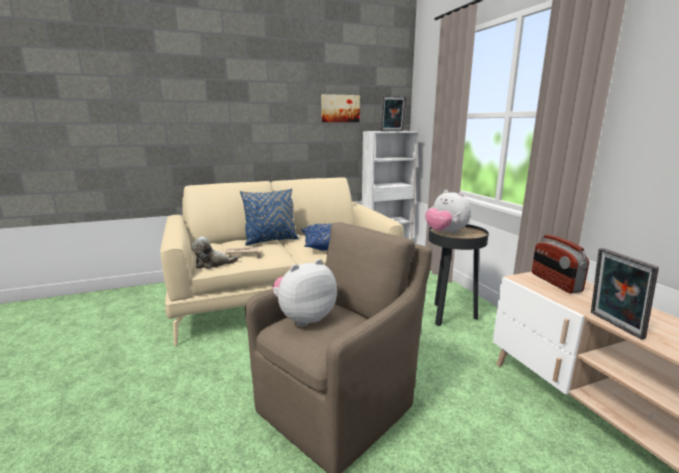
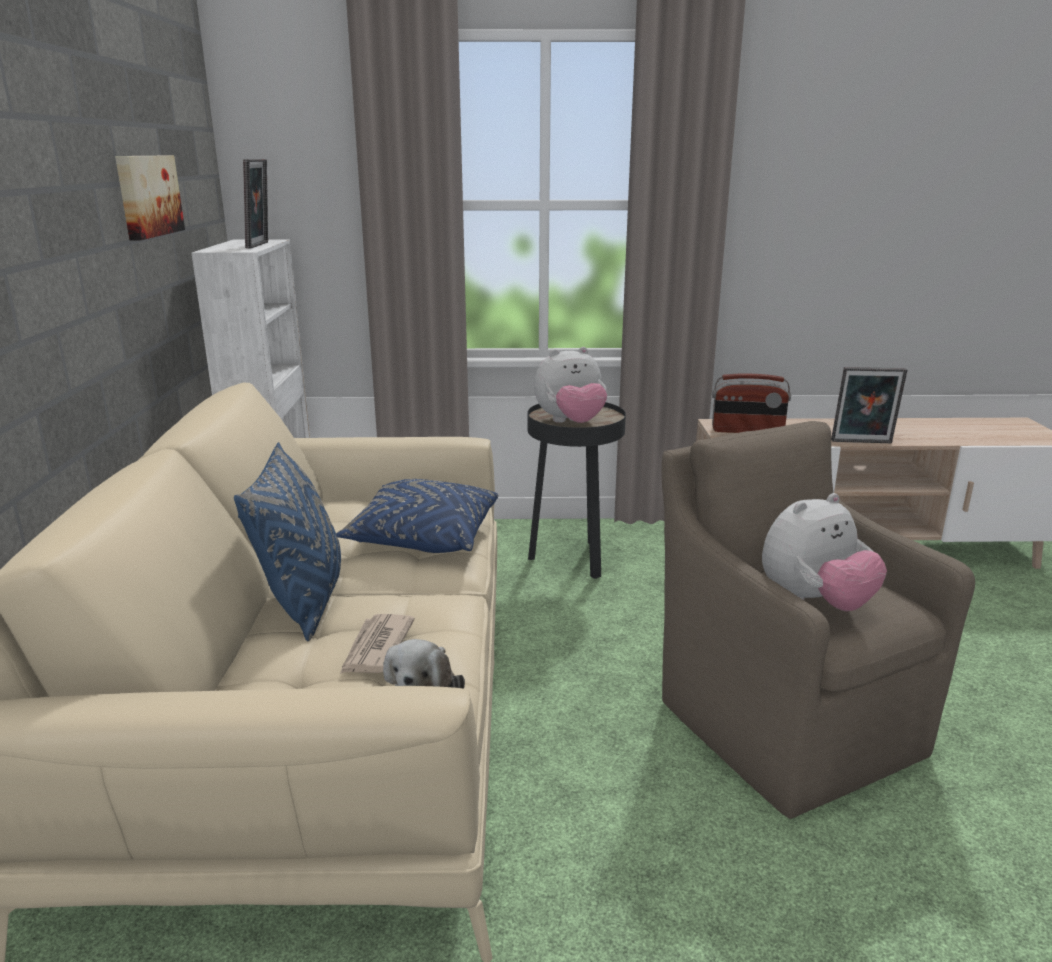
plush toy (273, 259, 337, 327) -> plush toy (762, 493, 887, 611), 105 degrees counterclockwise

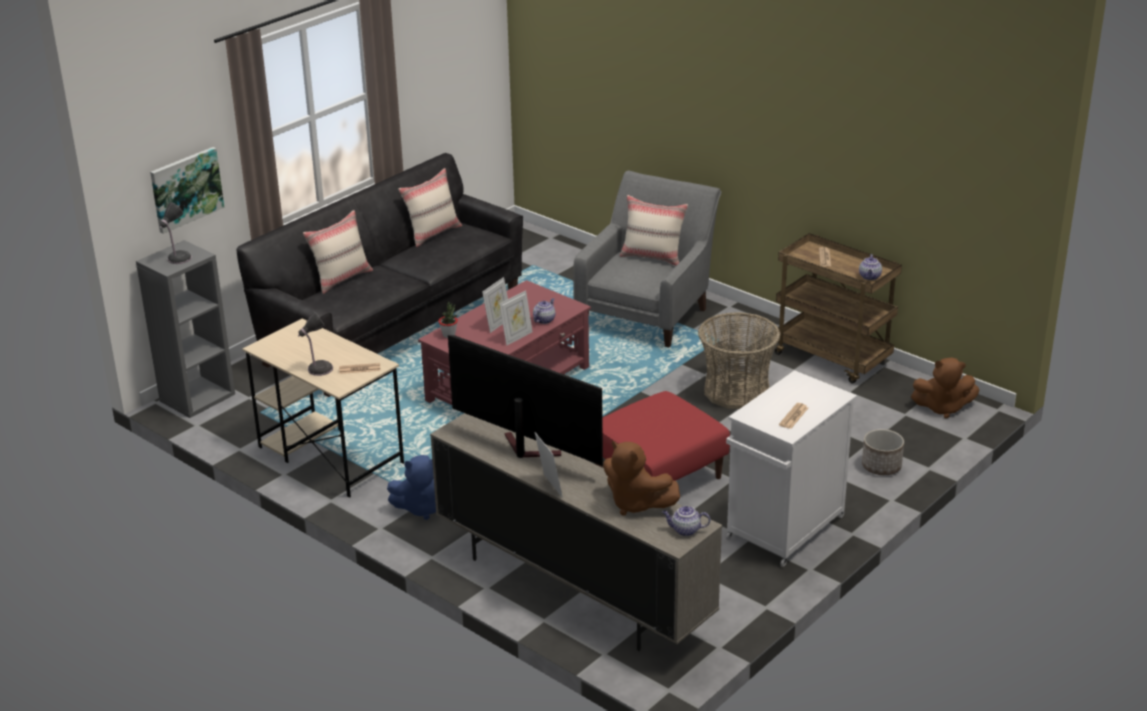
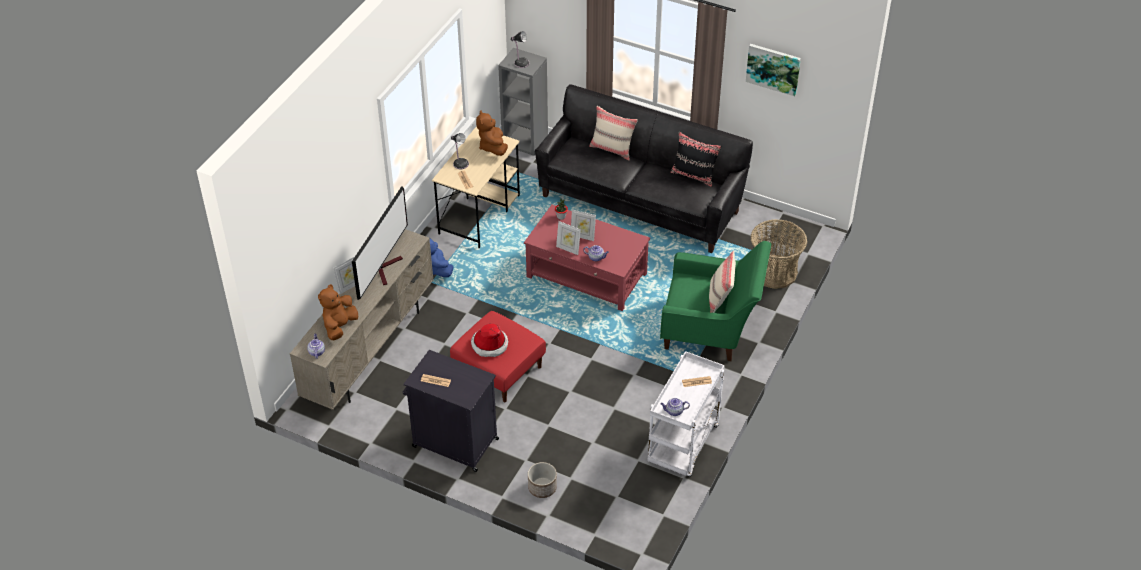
picture (150, 147, 224, 234) -> picture (746, 44, 801, 96), moved
pillow in beige (398, 168, 462, 247) -> pillow in black (671, 131, 722, 187)
armchair in grey (573, 171, 721, 348) -> armchair in green (660, 241, 771, 361)
basket (698, 312, 781, 409) -> basket (750, 219, 807, 289), moved
cabinet in white (726, 370, 857, 567) -> cabinet in black (403, 350, 499, 472)
cart in brown (775, 233, 902, 384) -> cart in white (648, 351, 725, 477)
plush toy in brown (911, 358, 979, 418) -> plush toy in brown (476, 110, 508, 156), moved
none -> hat (471, 324, 508, 357)

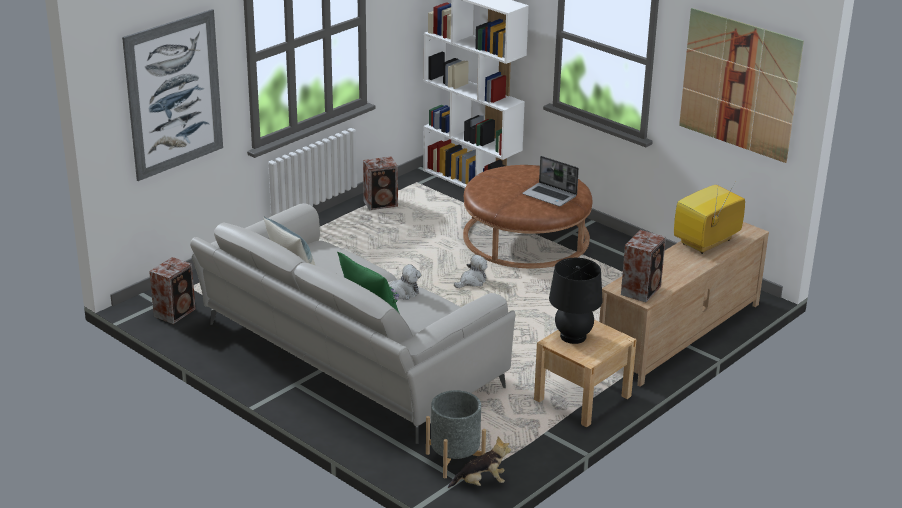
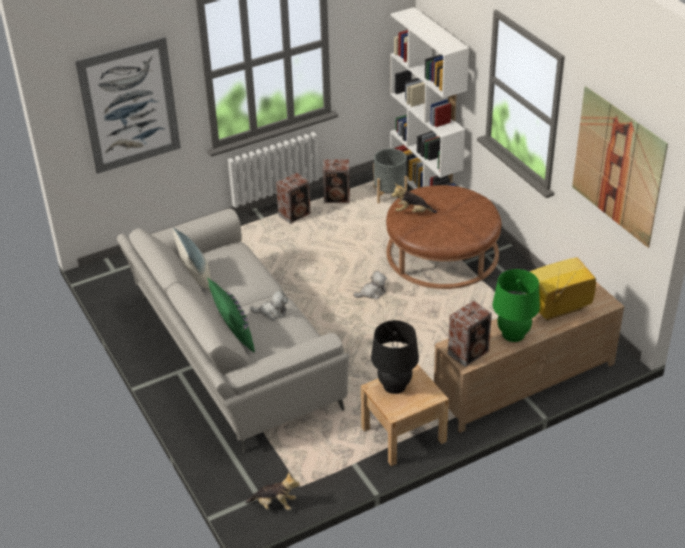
speaker (149, 257, 196, 324) -> speaker (276, 173, 311, 224), moved
planter in grey (426, 390, 486, 478) -> planter in grey (374, 149, 407, 204), moved
laptop (522, 156, 579, 207) -> none
none -> plush toy (391, 184, 437, 213)
none -> table lamp in green (493, 269, 540, 342)

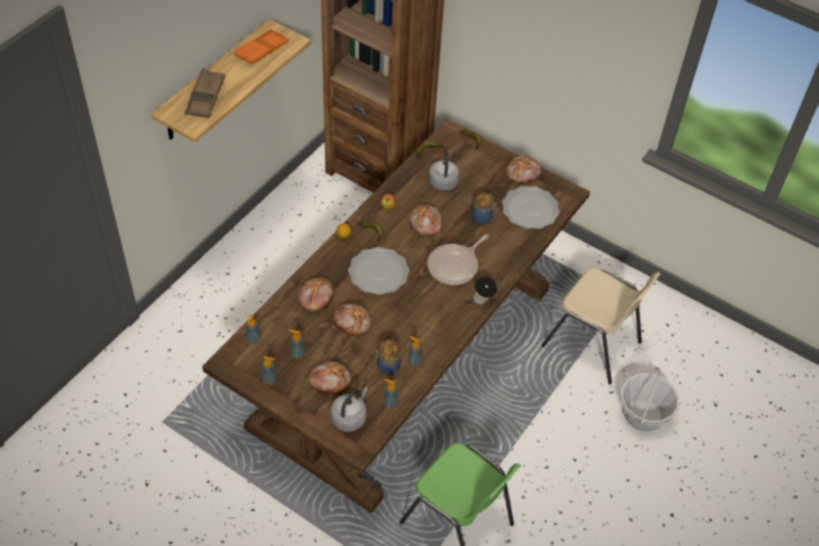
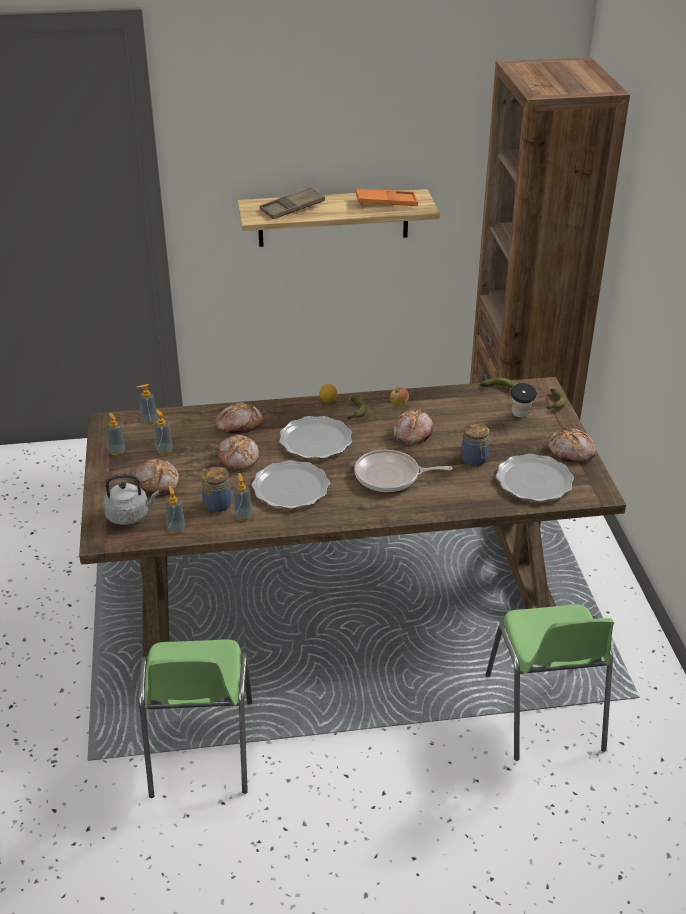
kettle in grey (428, 151, 460, 191) -> none
cup (473, 277, 497, 304) -> cup (511, 383, 537, 418), moved
chair in beige (541, 268, 661, 385) -> chair in green (485, 605, 614, 761)
basket (620, 370, 679, 431) -> none
none -> plate (251, 460, 330, 509)

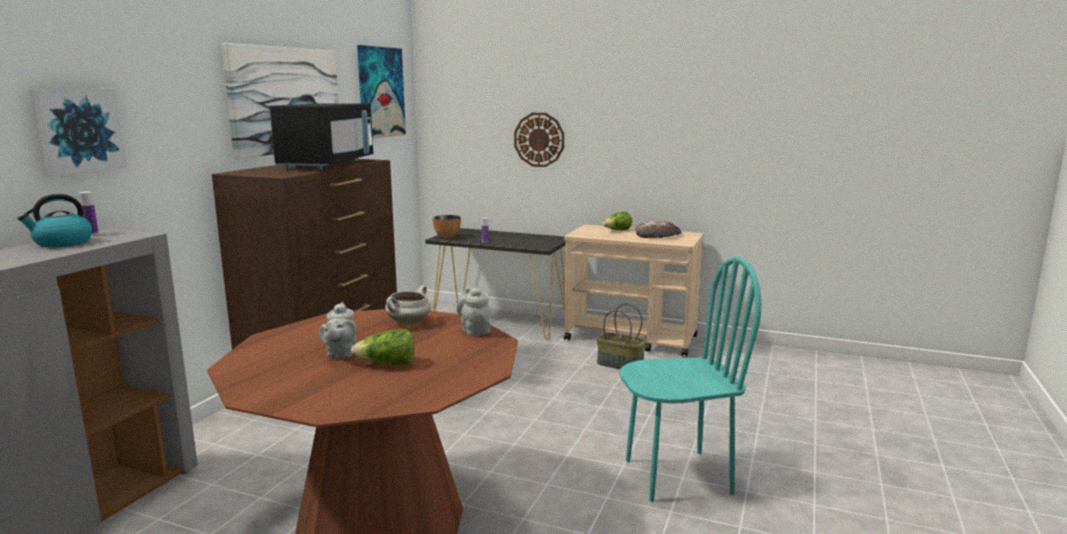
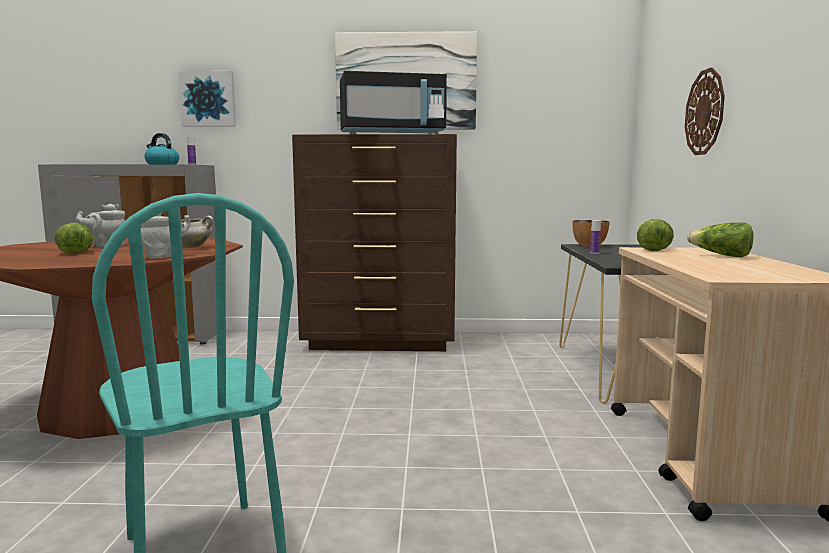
picture (357, 45, 406, 139) -> none
basket (597, 303, 646, 370) -> none
bread (636, 221, 681, 238) -> none
none -> lettuce (637, 219, 674, 251)

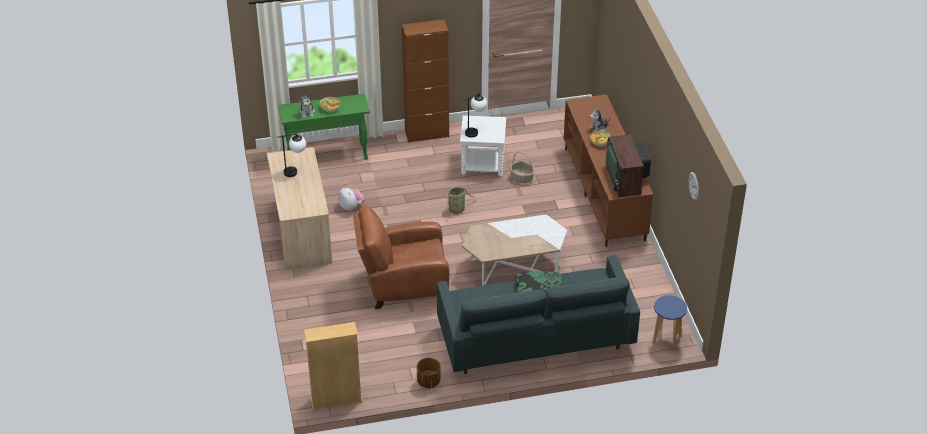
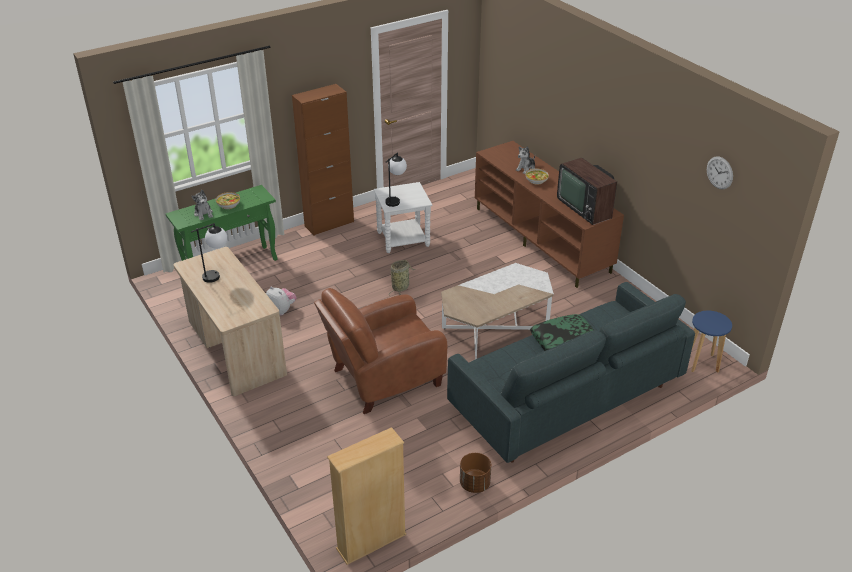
basket (510, 152, 534, 183) -> none

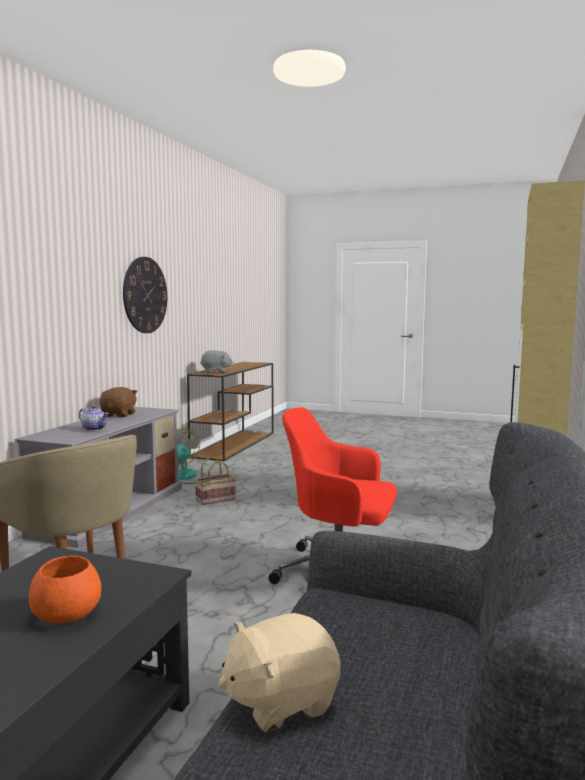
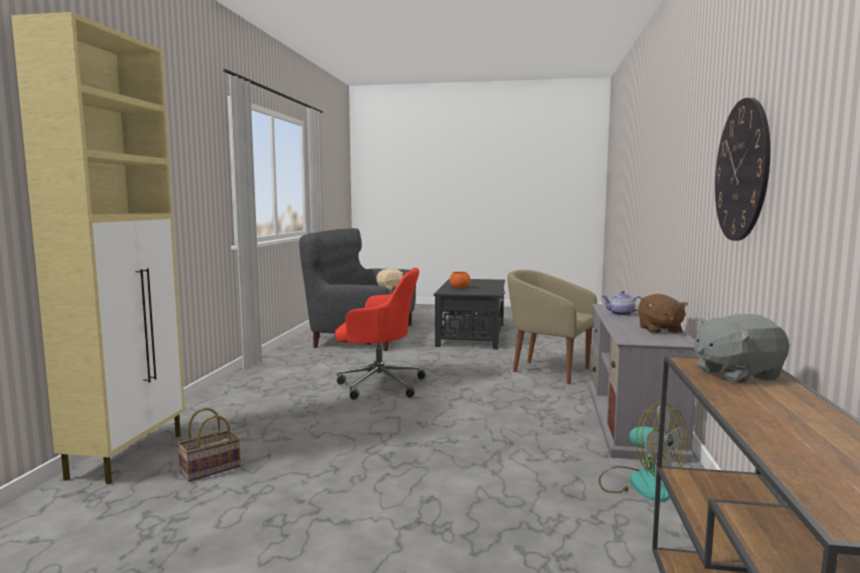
basket (195, 457, 236, 505) -> basket (177, 408, 241, 482), moved

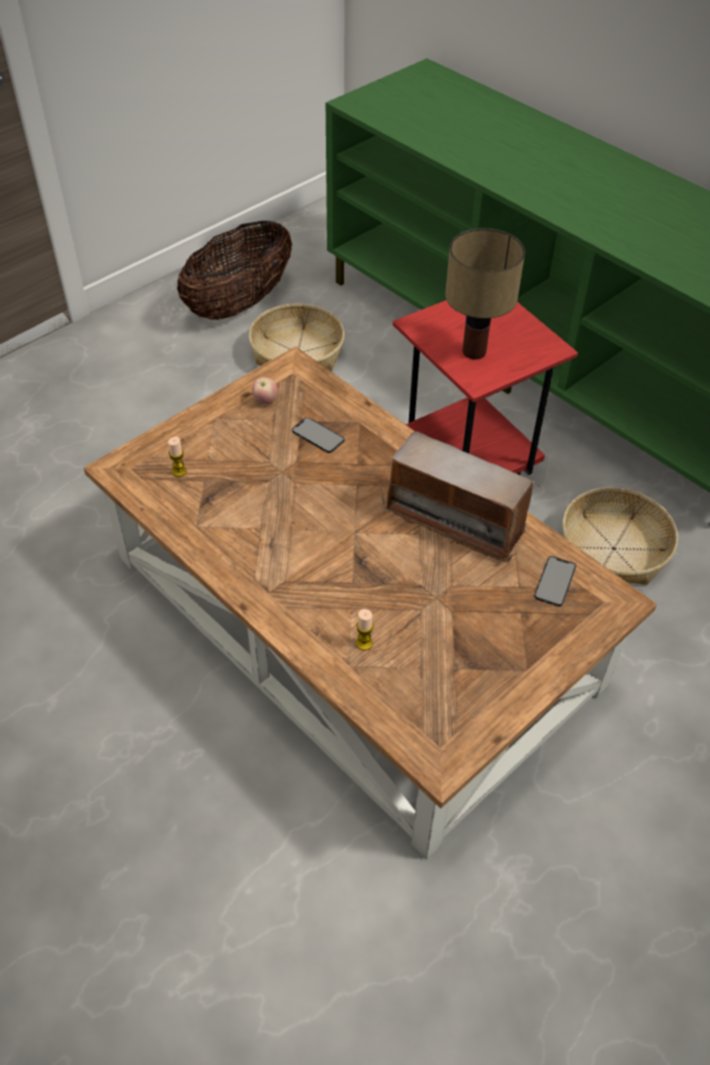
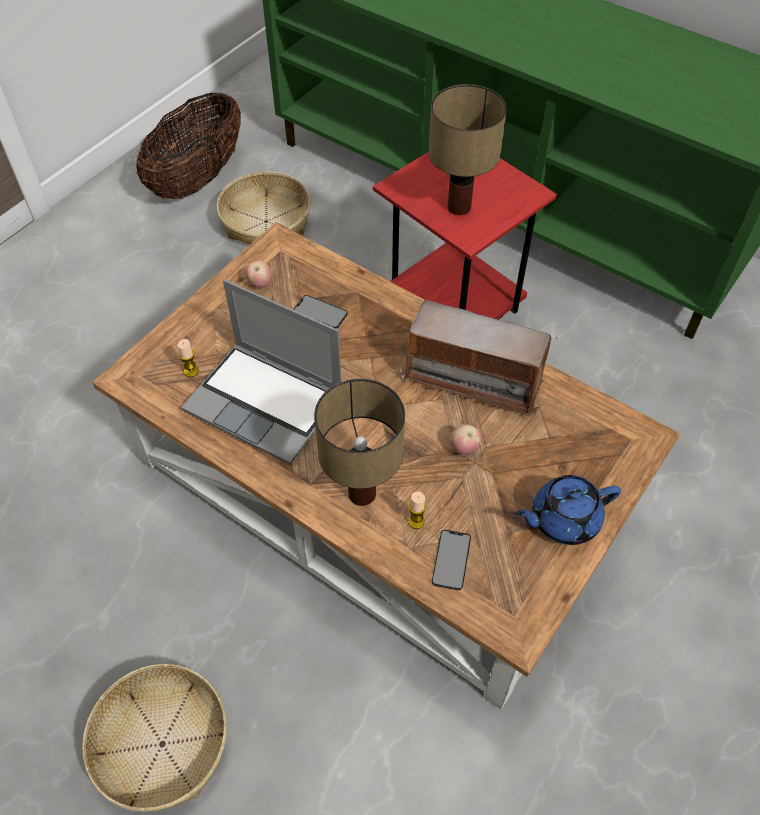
phone (534, 556, 576, 607) -> phone (432, 530, 471, 590), moved
basket (562, 487, 678, 585) -> basket (82, 664, 227, 812), moved
none -> laptop (181, 279, 342, 465)
none -> table lamp (314, 379, 405, 506)
none -> apple (450, 424, 481, 455)
none -> teapot in blue (515, 475, 621, 545)

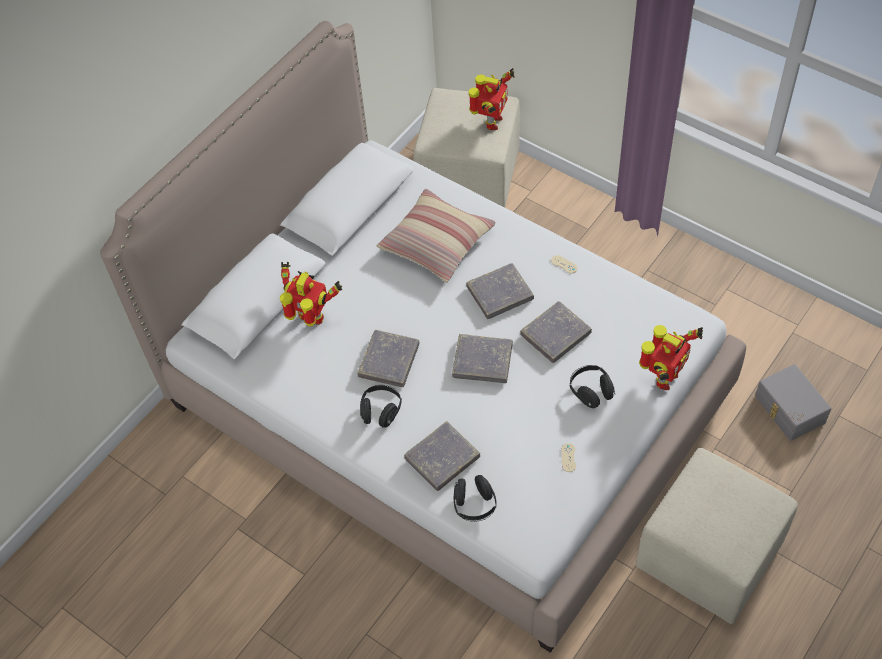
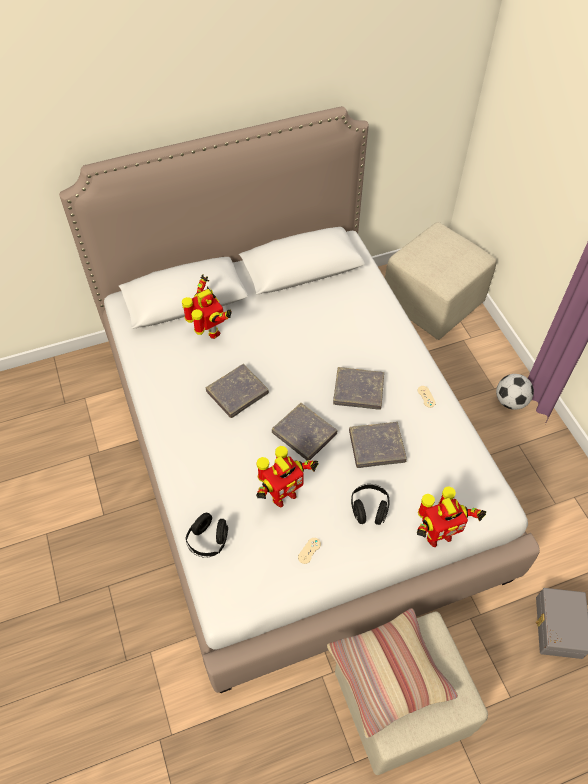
headphones in black (360, 385, 402, 427) -> none
pillow (377, 189, 496, 283) -> pillow (327, 608, 458, 738), moved
book in grey (404, 421, 480, 491) -> none
toy robot (469, 68, 515, 130) -> toy robot (256, 446, 318, 507), moved
none -> football (496, 374, 534, 410)

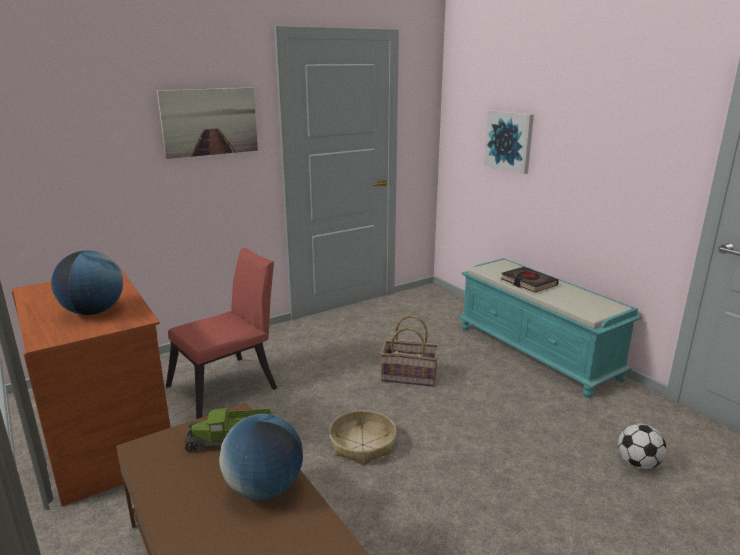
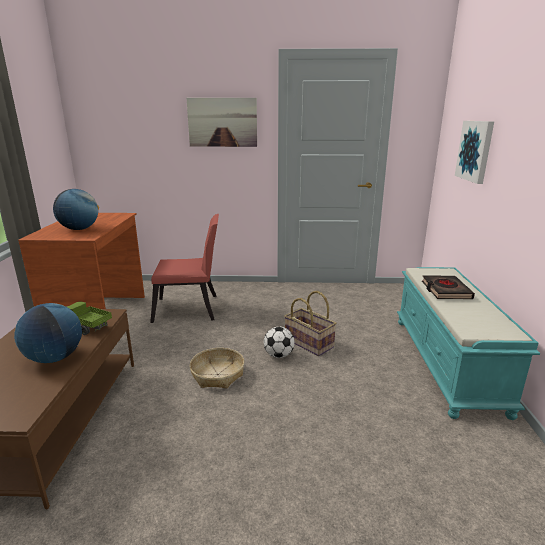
football (618, 424, 666, 469) -> football (264, 327, 295, 358), moved

